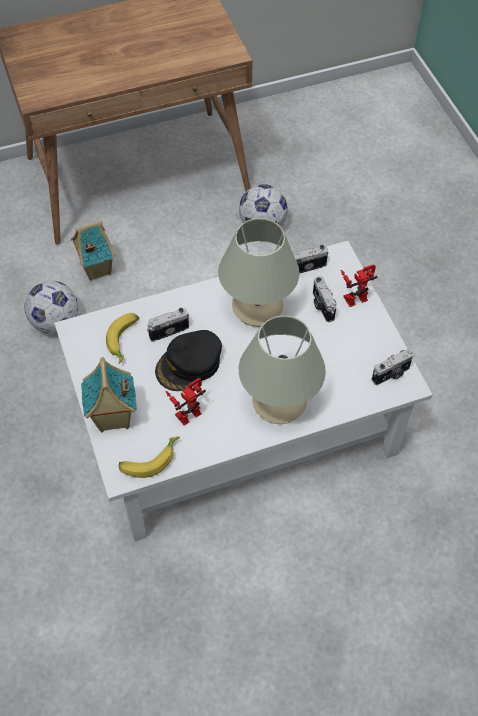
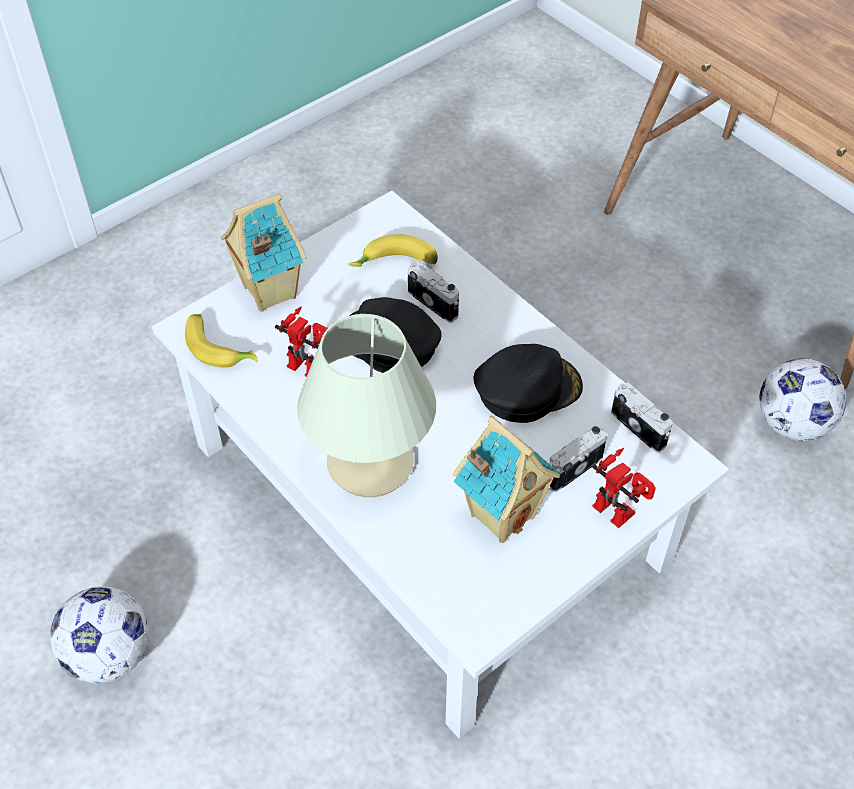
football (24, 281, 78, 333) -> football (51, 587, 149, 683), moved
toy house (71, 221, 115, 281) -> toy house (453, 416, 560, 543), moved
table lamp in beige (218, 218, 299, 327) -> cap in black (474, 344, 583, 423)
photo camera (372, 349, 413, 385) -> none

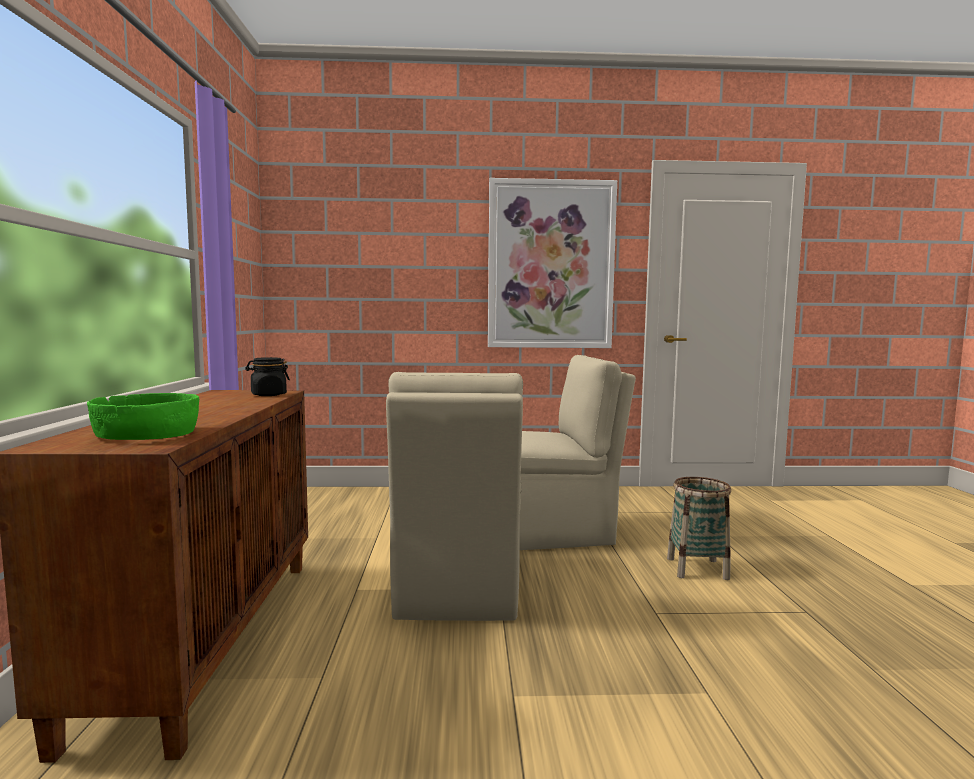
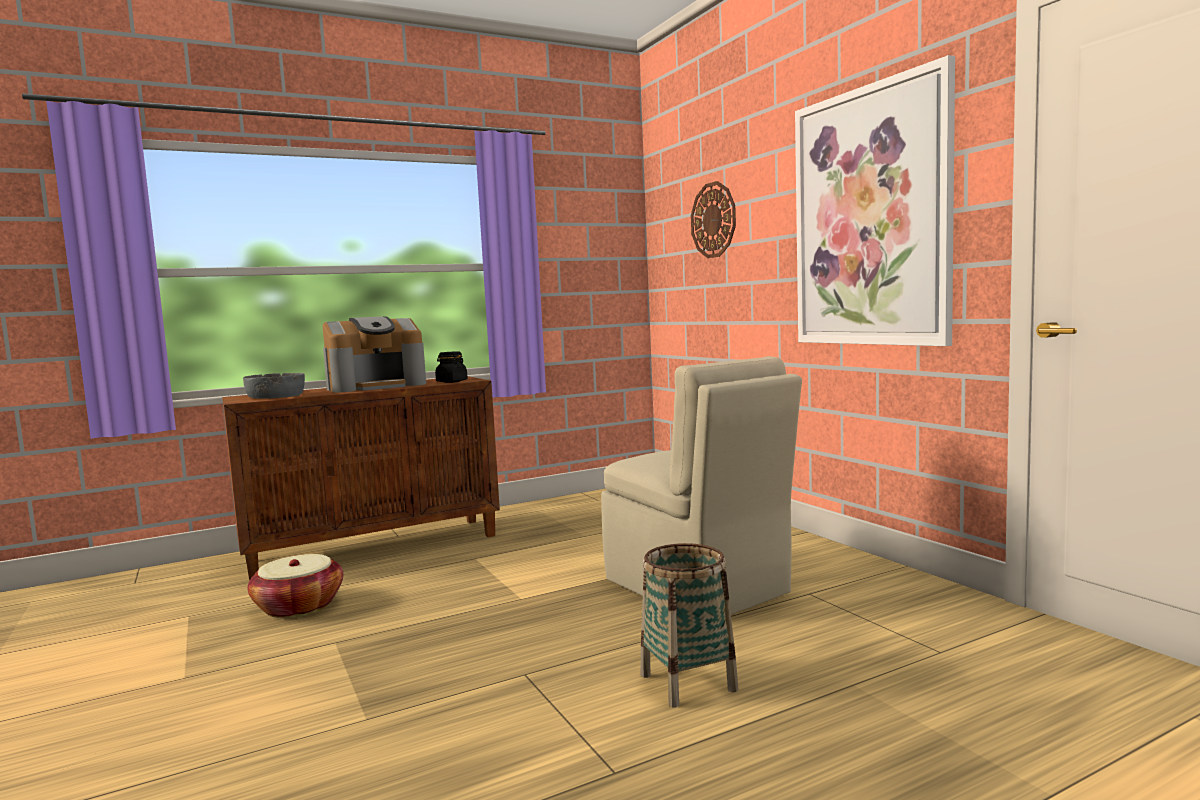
bowl in green (87, 393, 199, 440) -> bowl in grey (243, 373, 305, 399)
chair in beige (386, 372, 523, 621) -> none
none -> basket (248, 554, 343, 618)
none -> coffee machine (323, 316, 426, 393)
none -> wall clock (691, 181, 736, 258)

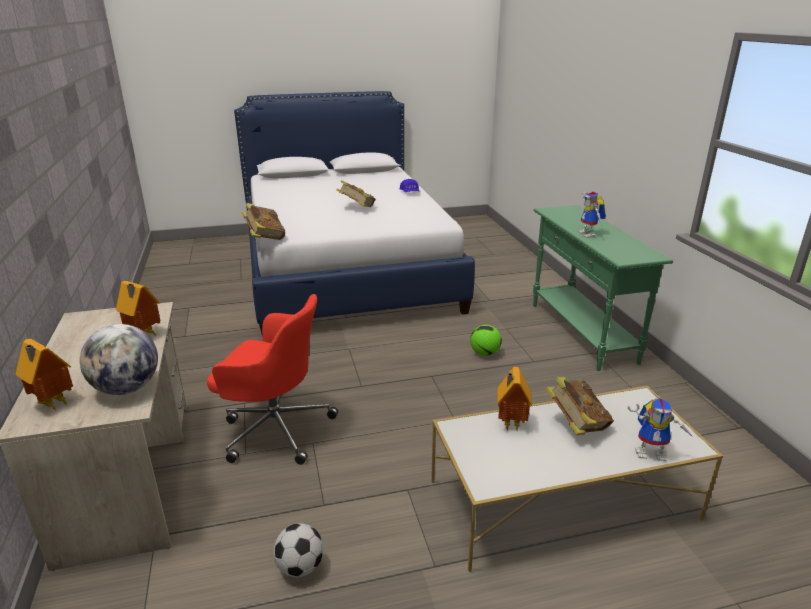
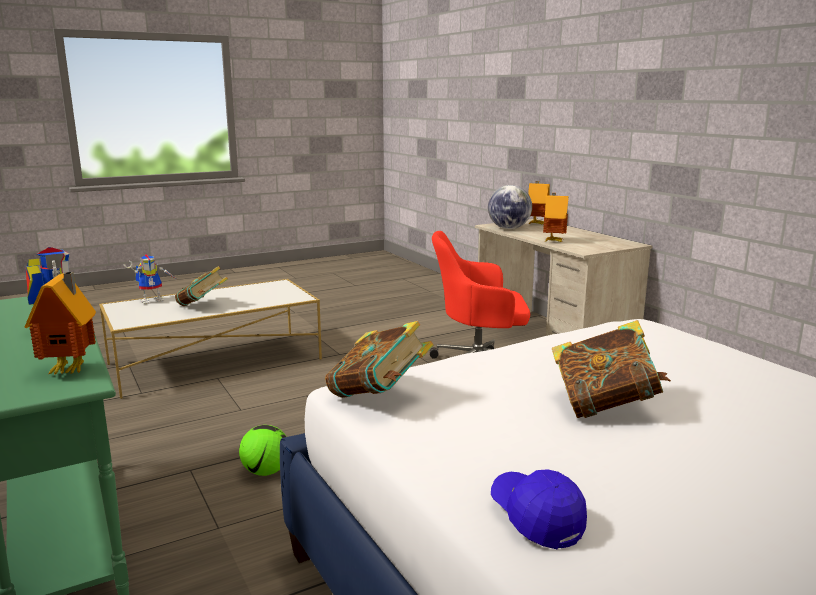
book (242, 203, 285, 240) -> book (325, 321, 433, 398), moved
football (274, 523, 323, 577) -> none
toy house (497, 367, 532, 431) -> toy house (24, 272, 96, 375), moved
toy robot (628, 398, 694, 461) -> toy robot (124, 254, 175, 304), 150 degrees clockwise

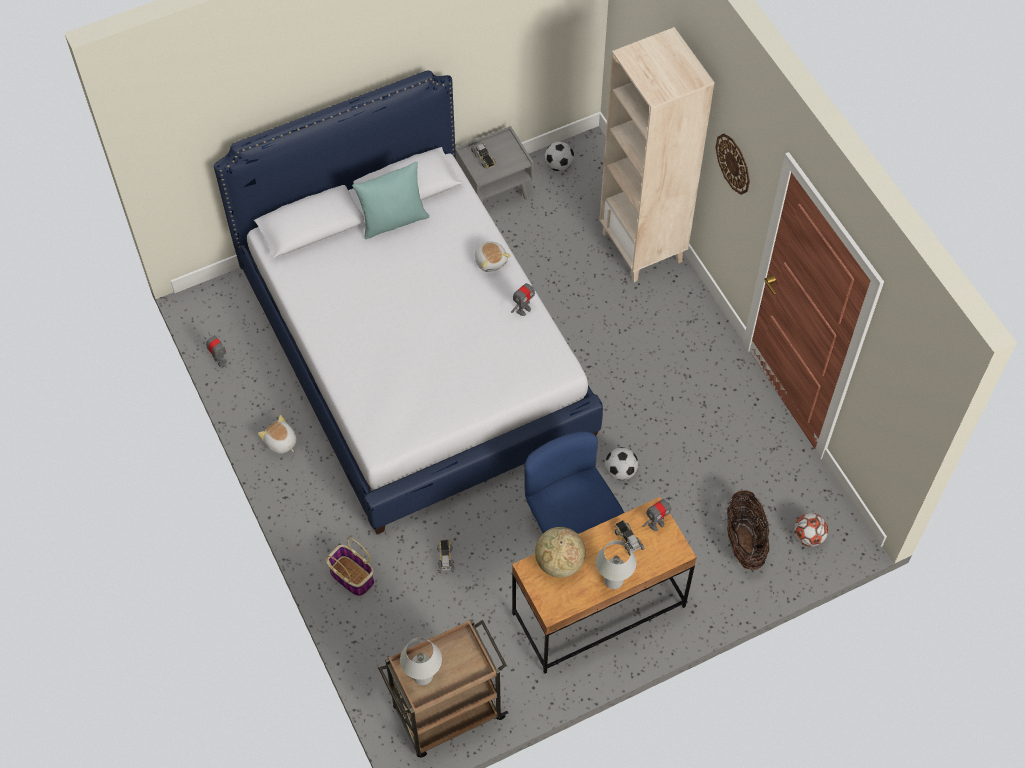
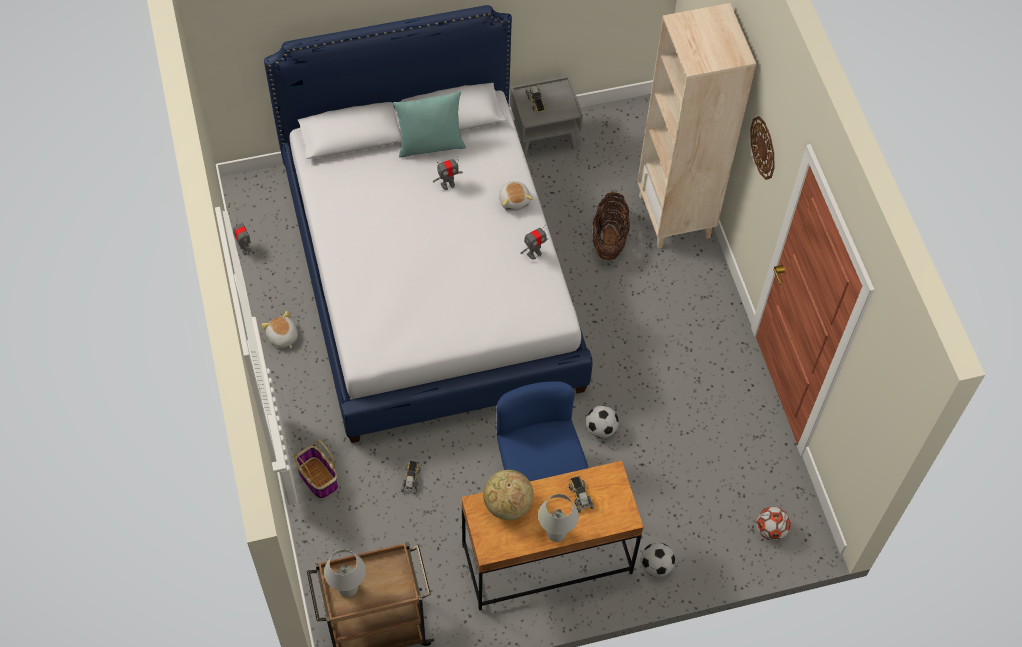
football (545, 141, 574, 171) -> football (641, 542, 675, 577), moved
toy robot (642, 497, 672, 531) -> toy robot (433, 158, 463, 190), moved
basket (727, 490, 769, 570) -> basket (593, 192, 630, 260), moved

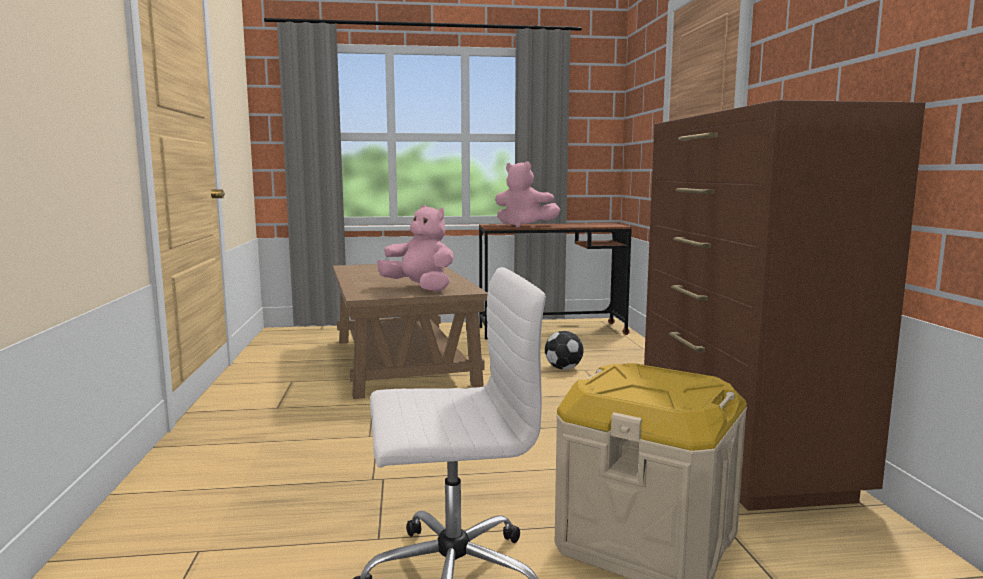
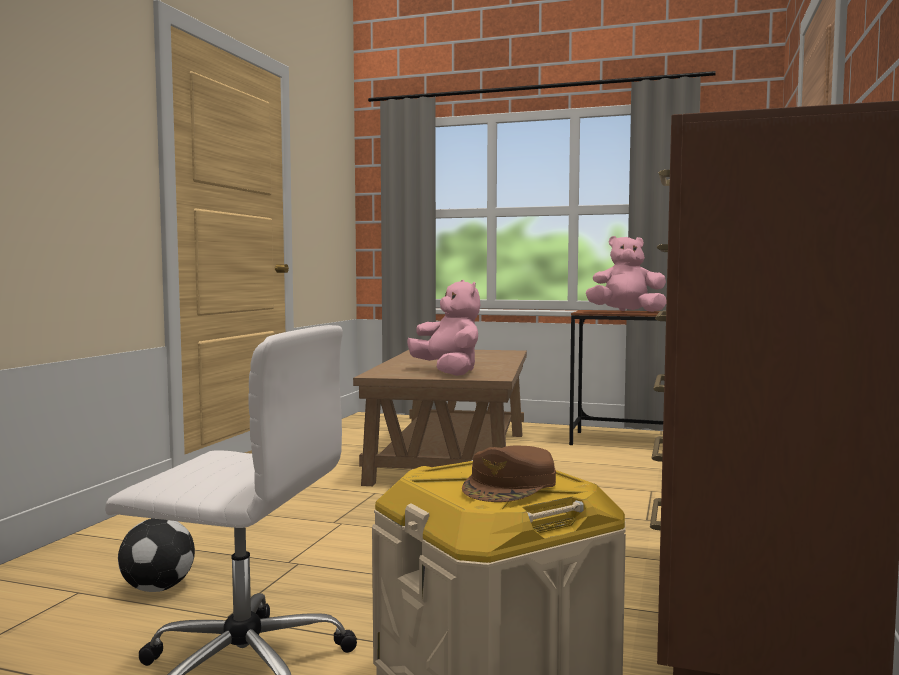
plush toy in pink (495, 161, 560, 227) -> plush toy in pink (586, 236, 667, 312), 135 degrees clockwise
football (545, 331, 584, 370) -> football (118, 518, 195, 592), moved
none -> cap in brown (462, 446, 556, 502)

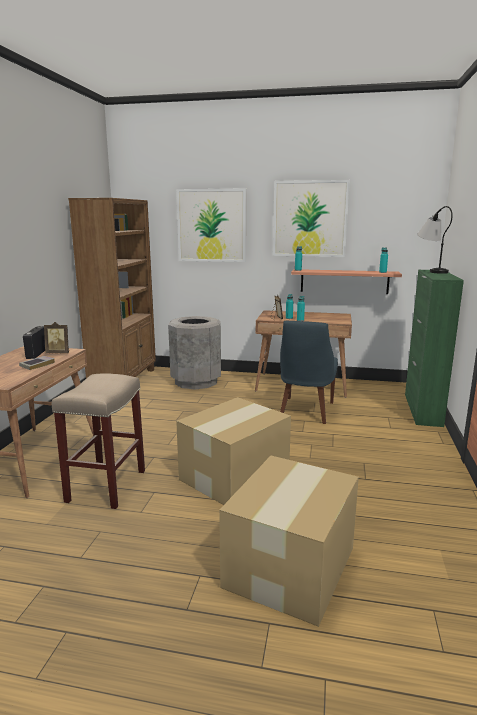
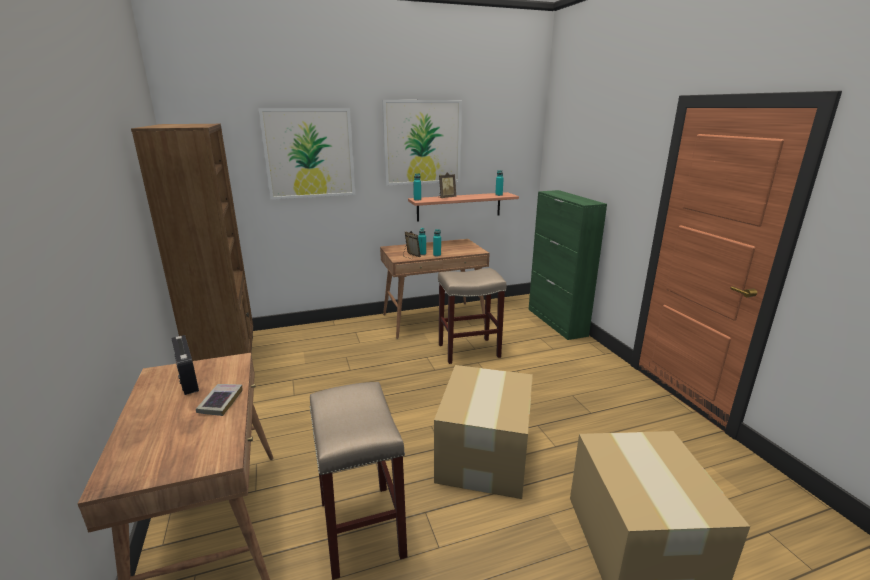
picture frame (44, 322, 69, 353) -> picture frame (439, 173, 456, 198), moved
trash can in grey (168, 316, 221, 390) -> none
chair in blue (280, 321, 338, 424) -> stool in beige (438, 268, 506, 364)
table lamp (417, 206, 453, 274) -> none

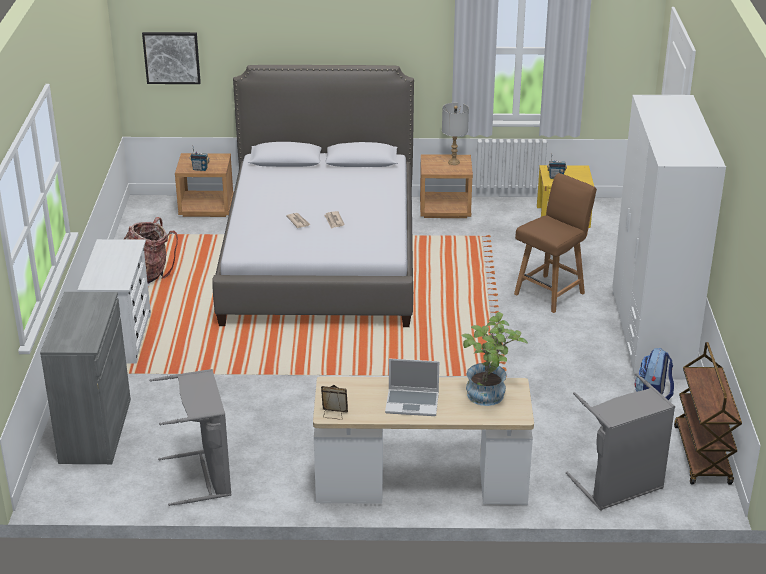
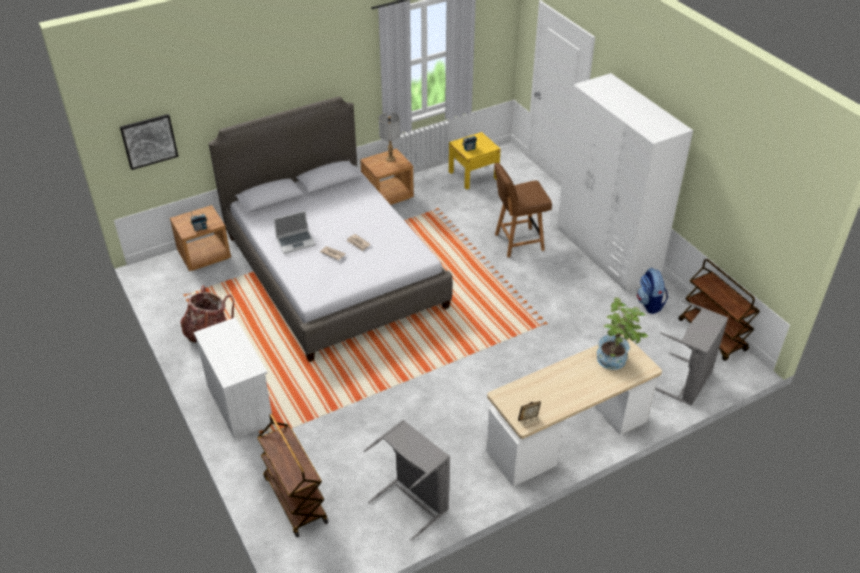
cabinet in grey (40, 292, 131, 464) -> cart in brown (257, 414, 328, 537)
laptop (385, 359, 439, 416) -> laptop (274, 211, 316, 254), moved
chair in brown (514, 173, 597, 313) -> chair in brown (494, 163, 552, 257), 120 degrees counterclockwise

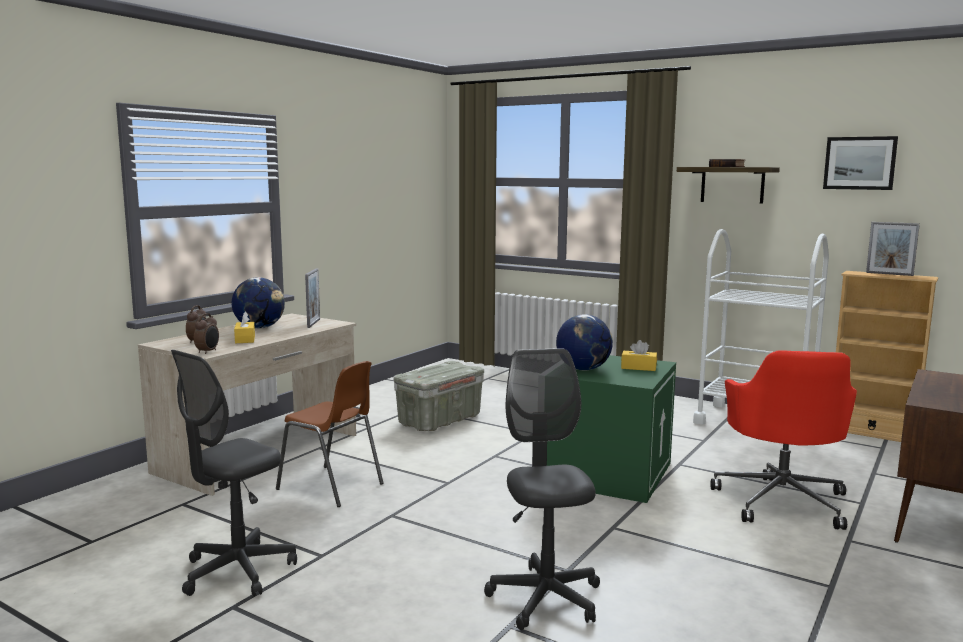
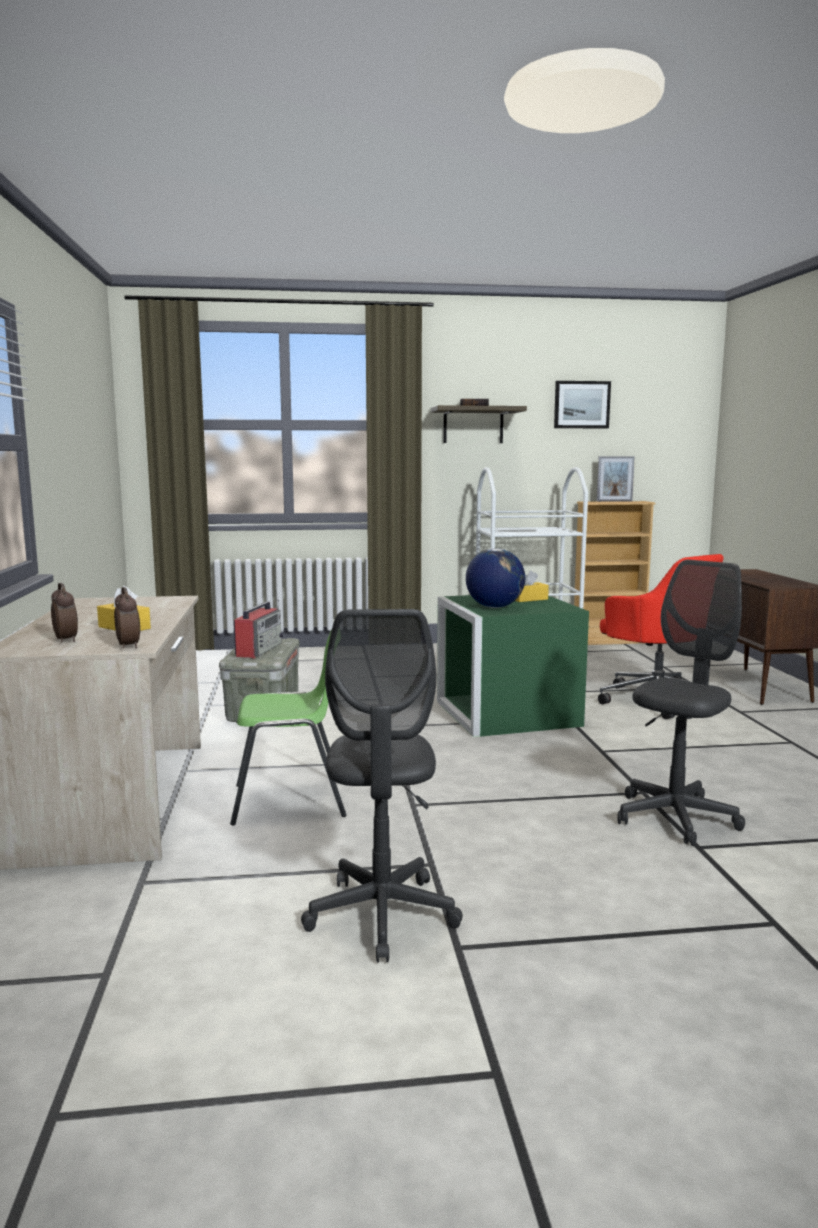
globe (232, 277, 285, 329) -> none
chair in brown (276, 361, 384, 507) -> chair in green (230, 630, 347, 826)
picture frame (305, 269, 320, 328) -> none
office chair in grey (484, 348, 600, 630) -> office chair in grey (617, 560, 745, 846), 90 degrees clockwise
none -> radio (234, 599, 284, 658)

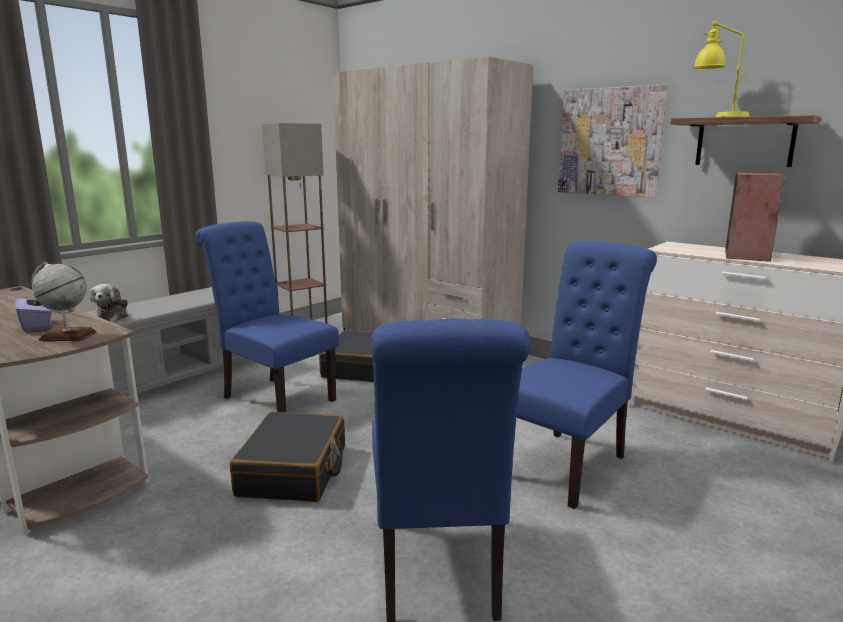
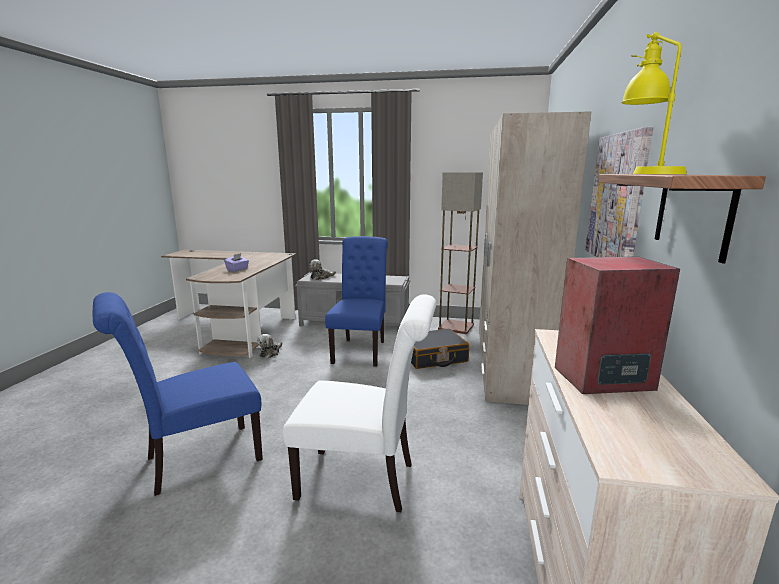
globe (31, 261, 97, 341) -> none
suitcase in black (230, 412, 345, 502) -> none
chair in blue (516, 241, 657, 509) -> chair in white (283, 294, 436, 512)
none -> plush toy (257, 334, 282, 358)

